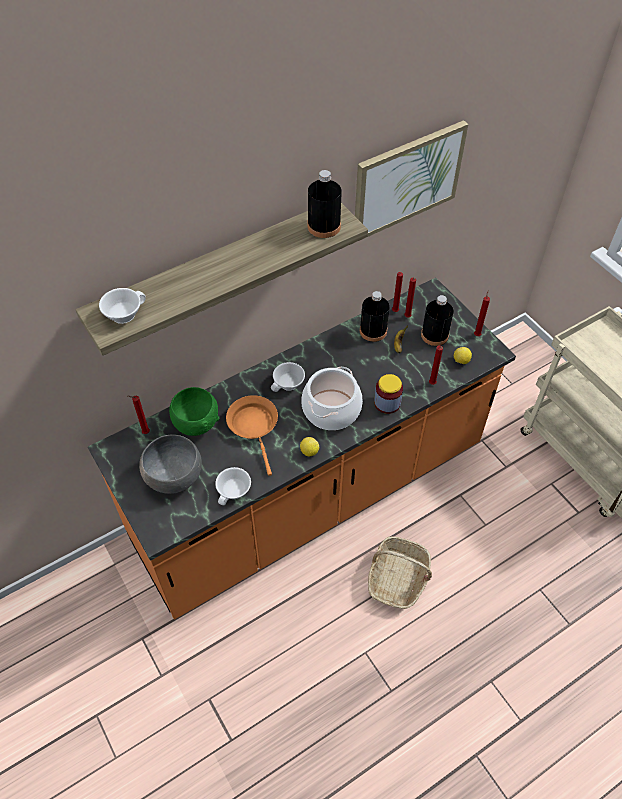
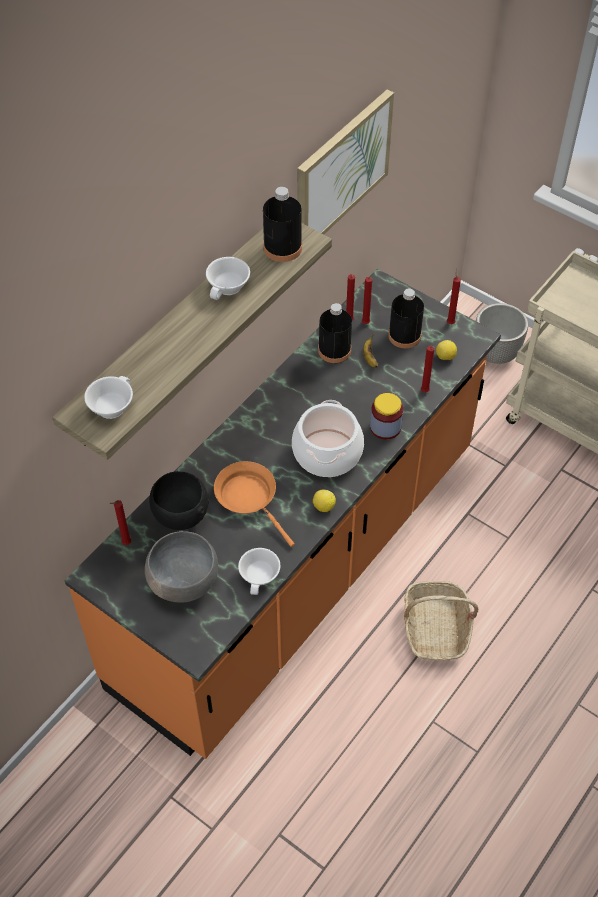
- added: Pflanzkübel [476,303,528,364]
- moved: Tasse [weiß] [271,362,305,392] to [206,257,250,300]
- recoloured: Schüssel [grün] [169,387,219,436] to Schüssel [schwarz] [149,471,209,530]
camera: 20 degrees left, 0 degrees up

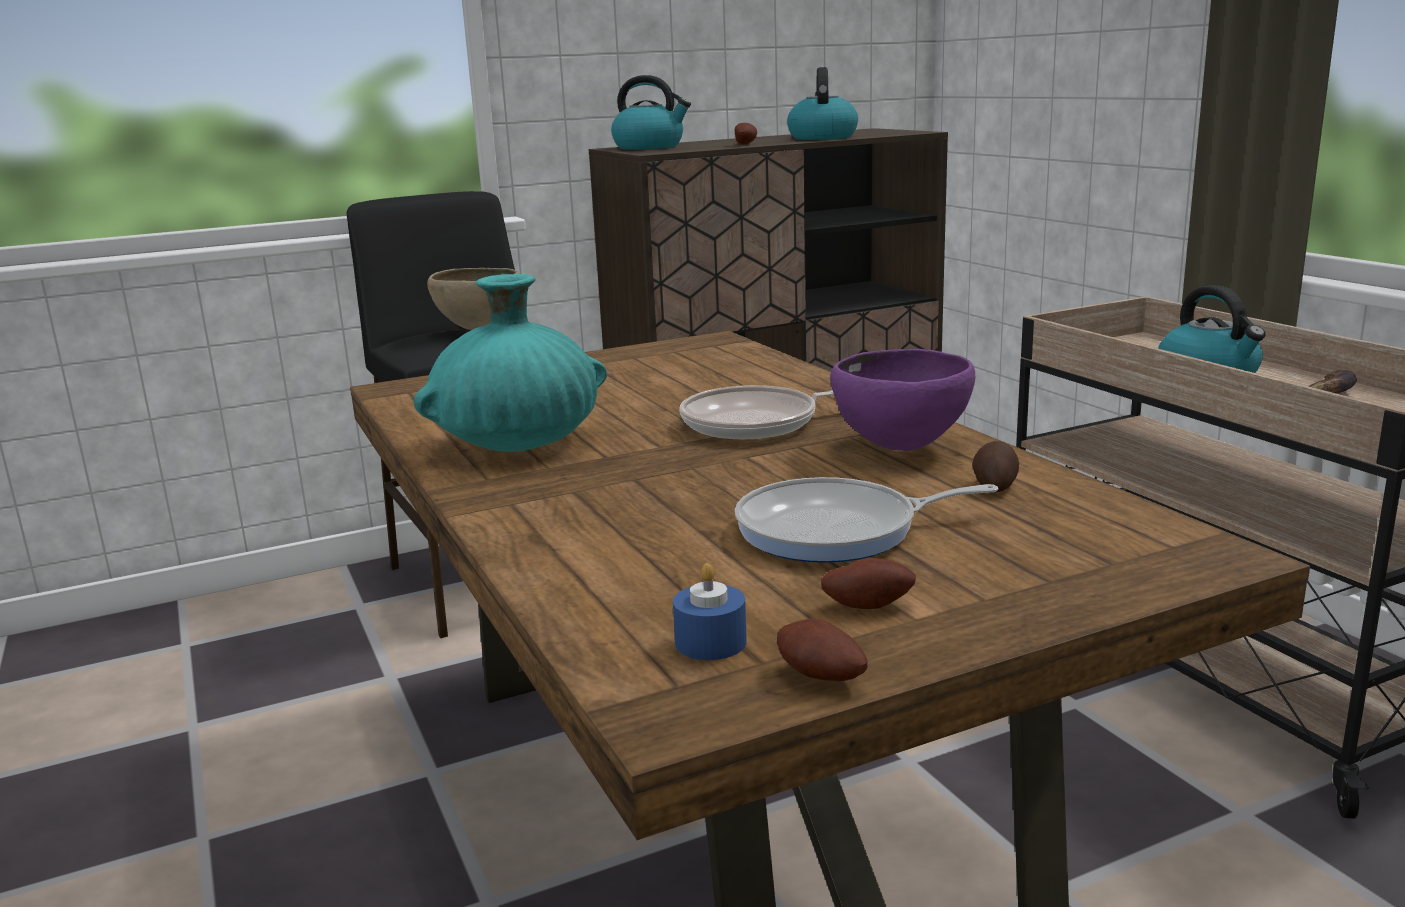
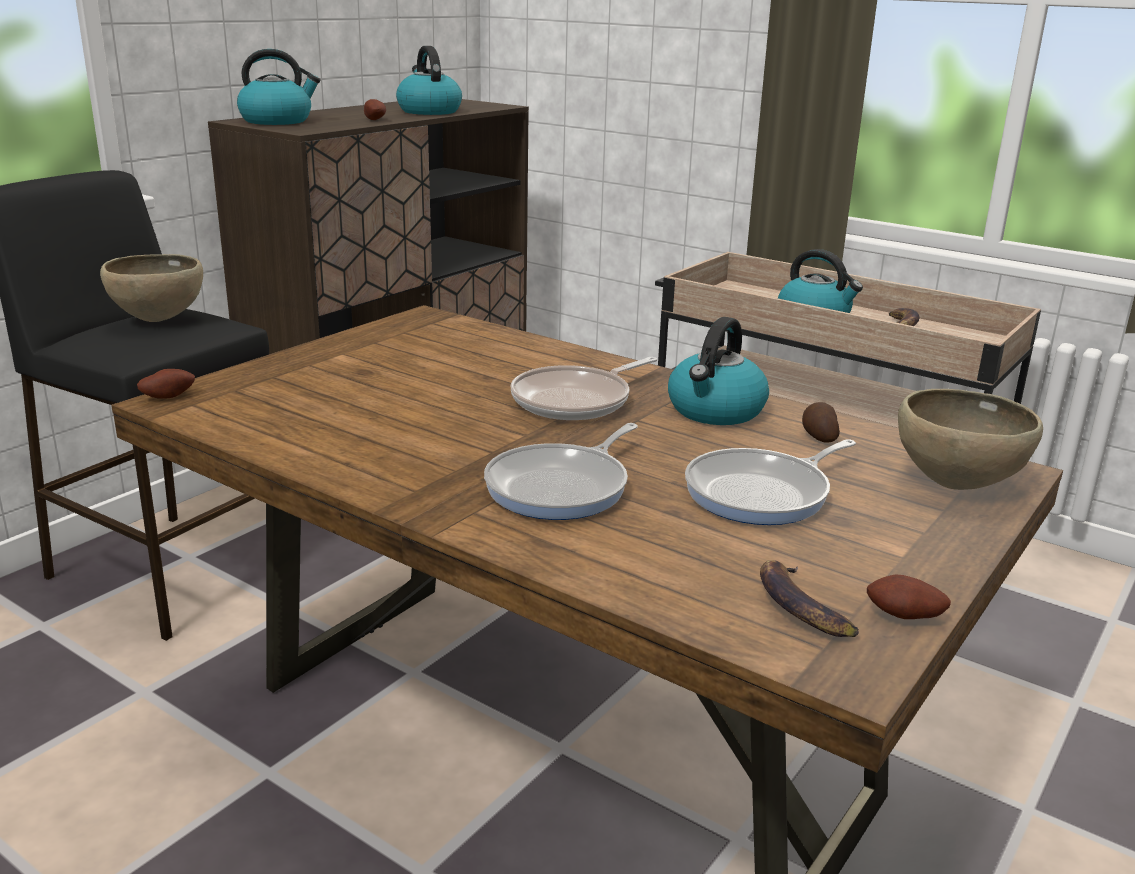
- removed: Vase [türkis] [414,274,607,452]
- added: Pfanne [484,423,638,520]
- added: Schüssel [braun] [898,389,1043,490]
- moved: Kartoffel [821,558,916,609] to [137,369,195,399]
- replaced: Kerze [blau] [673,563,747,660] to Banane [760,560,859,637]
- replaced: Schüssel [lila] [830,349,975,451] to Wasserkessel [668,317,769,425]
camera: 30 degrees left, 5 degrees up

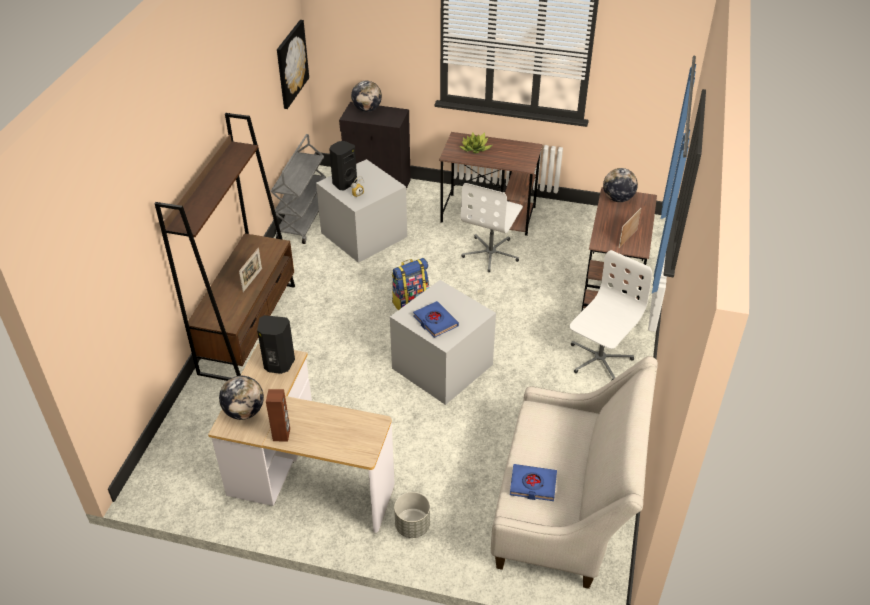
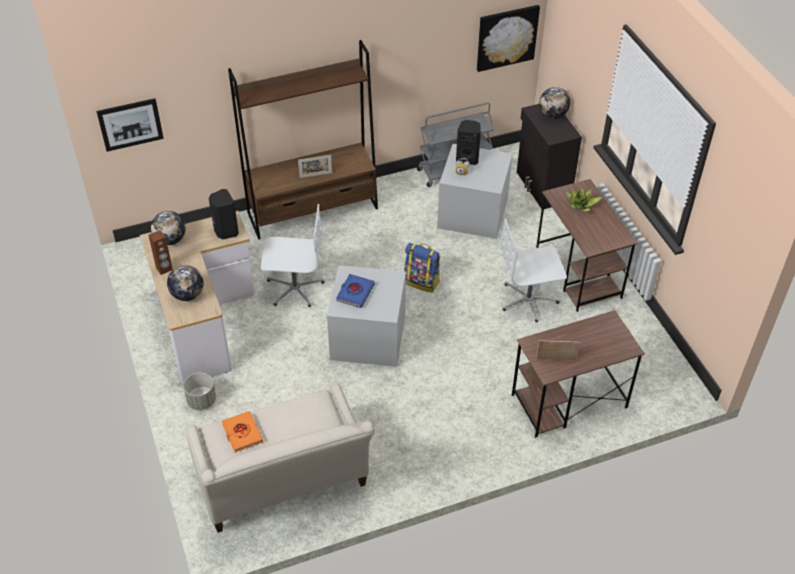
- added: Bild [96,98,164,152]
- moved: Bürostuhl [weiß] [570,250,652,380] to [261,204,325,307]
- moved: Globus [603,168,638,202] to [167,265,204,301]
- recoloured: Buch [blau] [510,464,557,501] to Buch [orange] [222,411,263,453]
camera: 55 degrees right, 5 degrees up

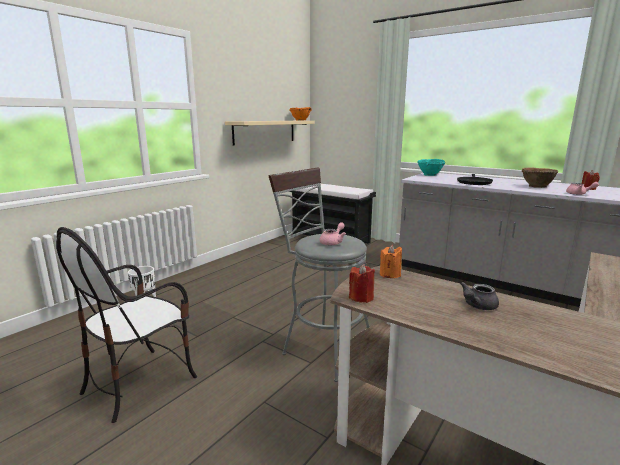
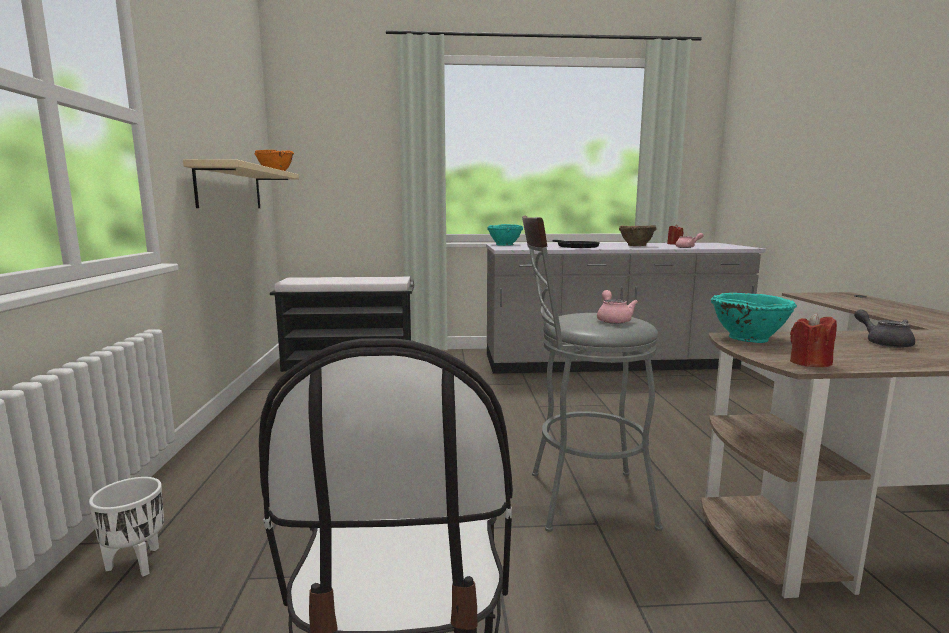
- replaced: Kerze [orange] [380,245,402,278] to Schüssel [türkis] [711,293,797,343]
- turned: Teekanne [grau] [460,282,499,310] = [854,309,915,348] 150 degrees clockwise
camera: 40 degrees left, 5 degrees down

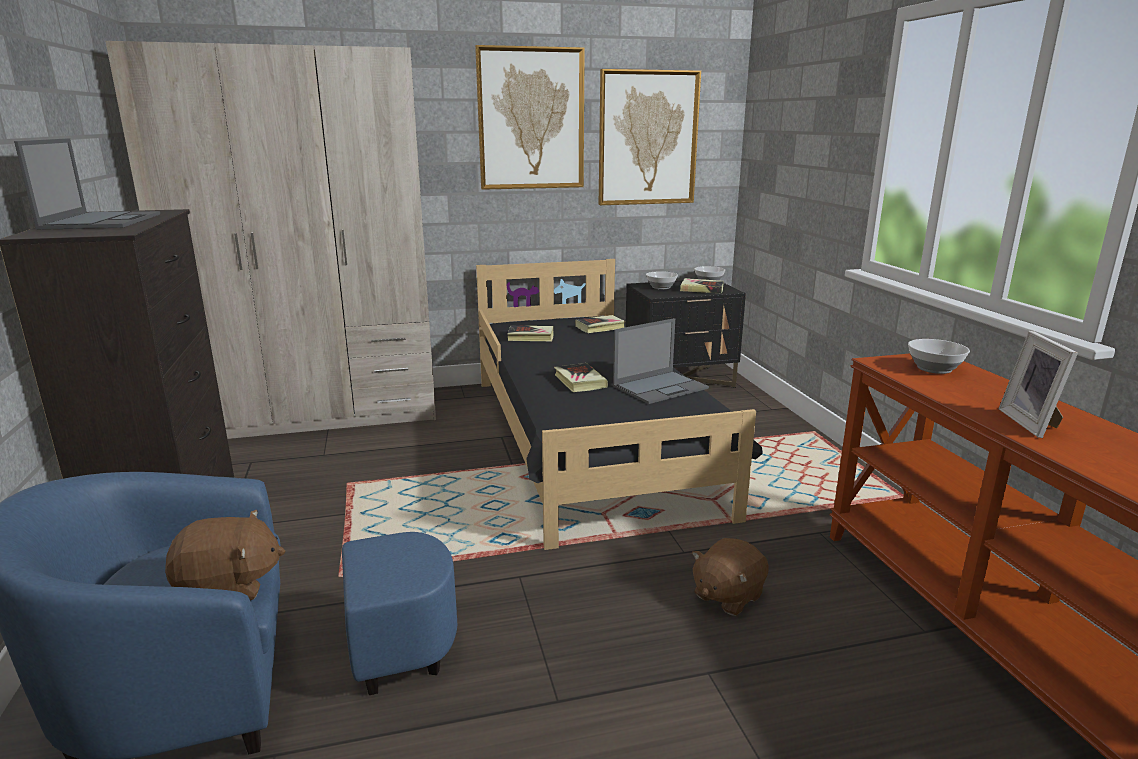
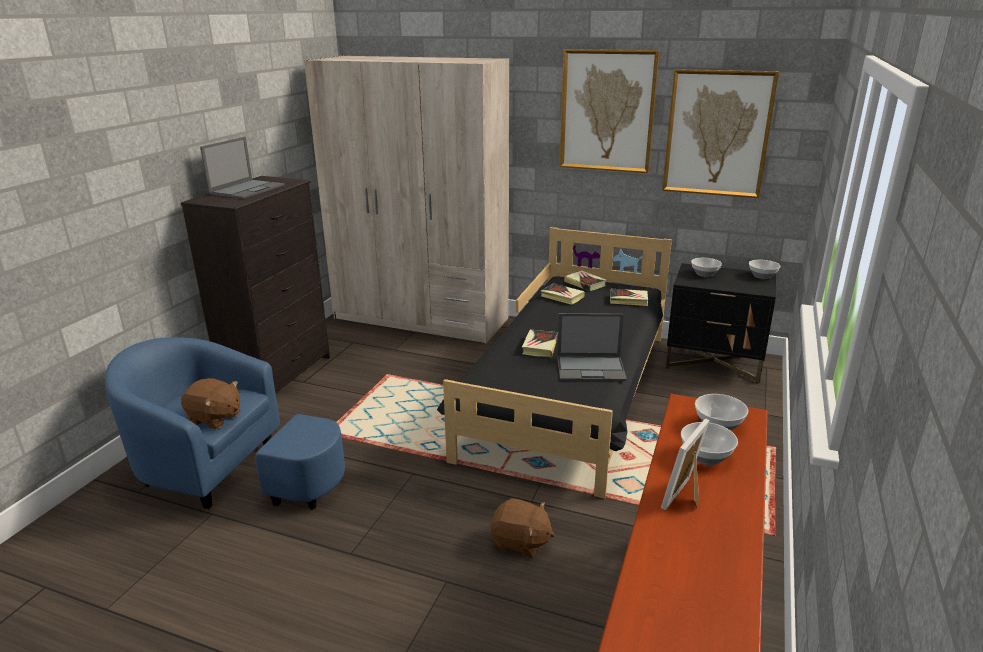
- added: Schüssel [681,422,738,465]
- moved: Buch [680,278,724,293] to [564,270,606,291]
- turned: Plüschtier [braun] [692,538,769,616] = [491,498,555,558] 150 degrees counterclockwise
camera: 35 degrees right, 5 degrees up

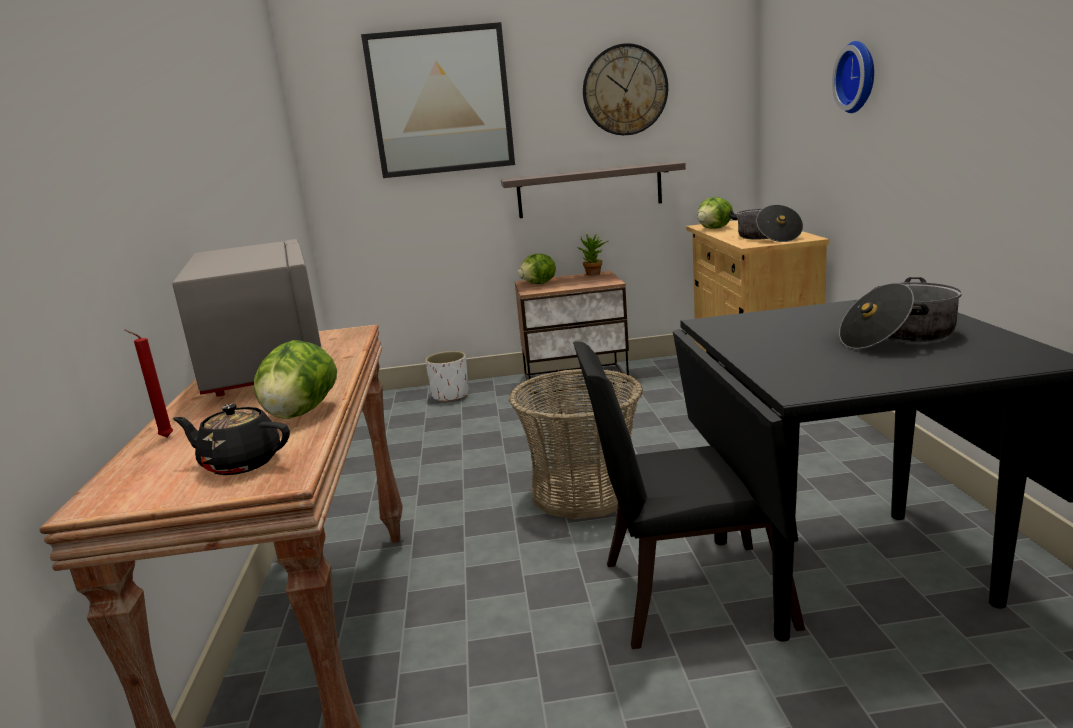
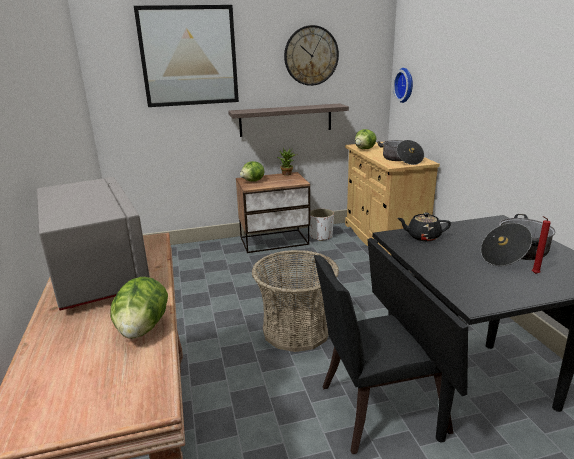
- moved: Kerze [rot] [124,329,173,437] to [532,216,551,274]
- moved: Teekanne [schwarz] [173,404,290,475] to [397,212,451,241]
- moved: Pflanzkübel [weiß] [425,351,469,403] to [309,209,334,241]
- moved: Wanduhr [832,41,874,113] to [393,68,413,103]
camera: 10 degrees left, 5 degrees up

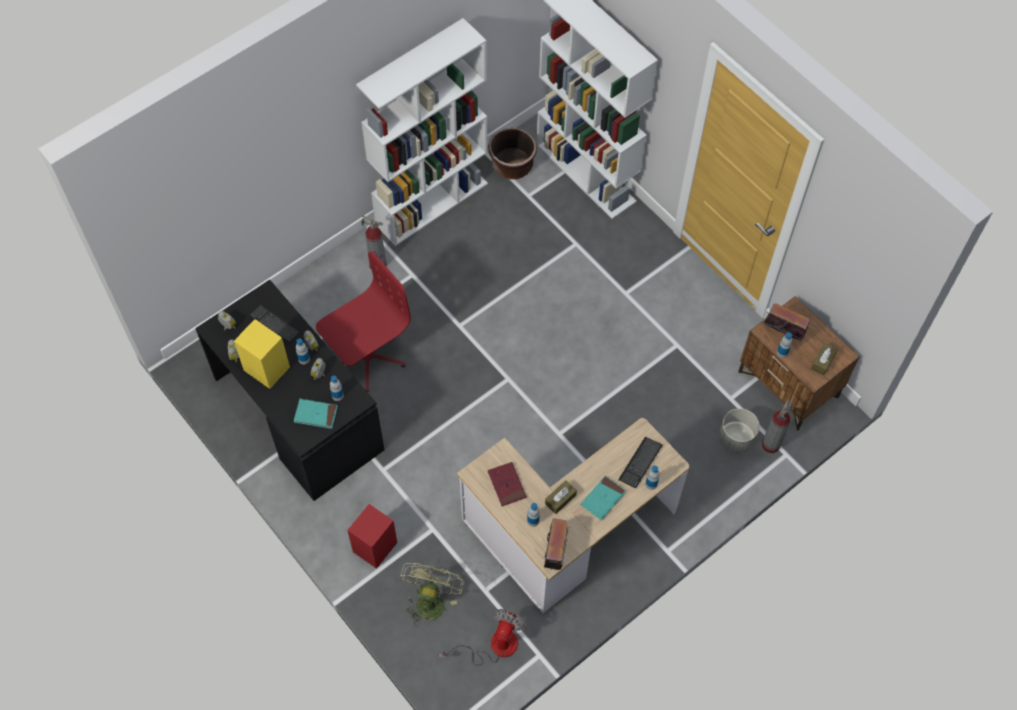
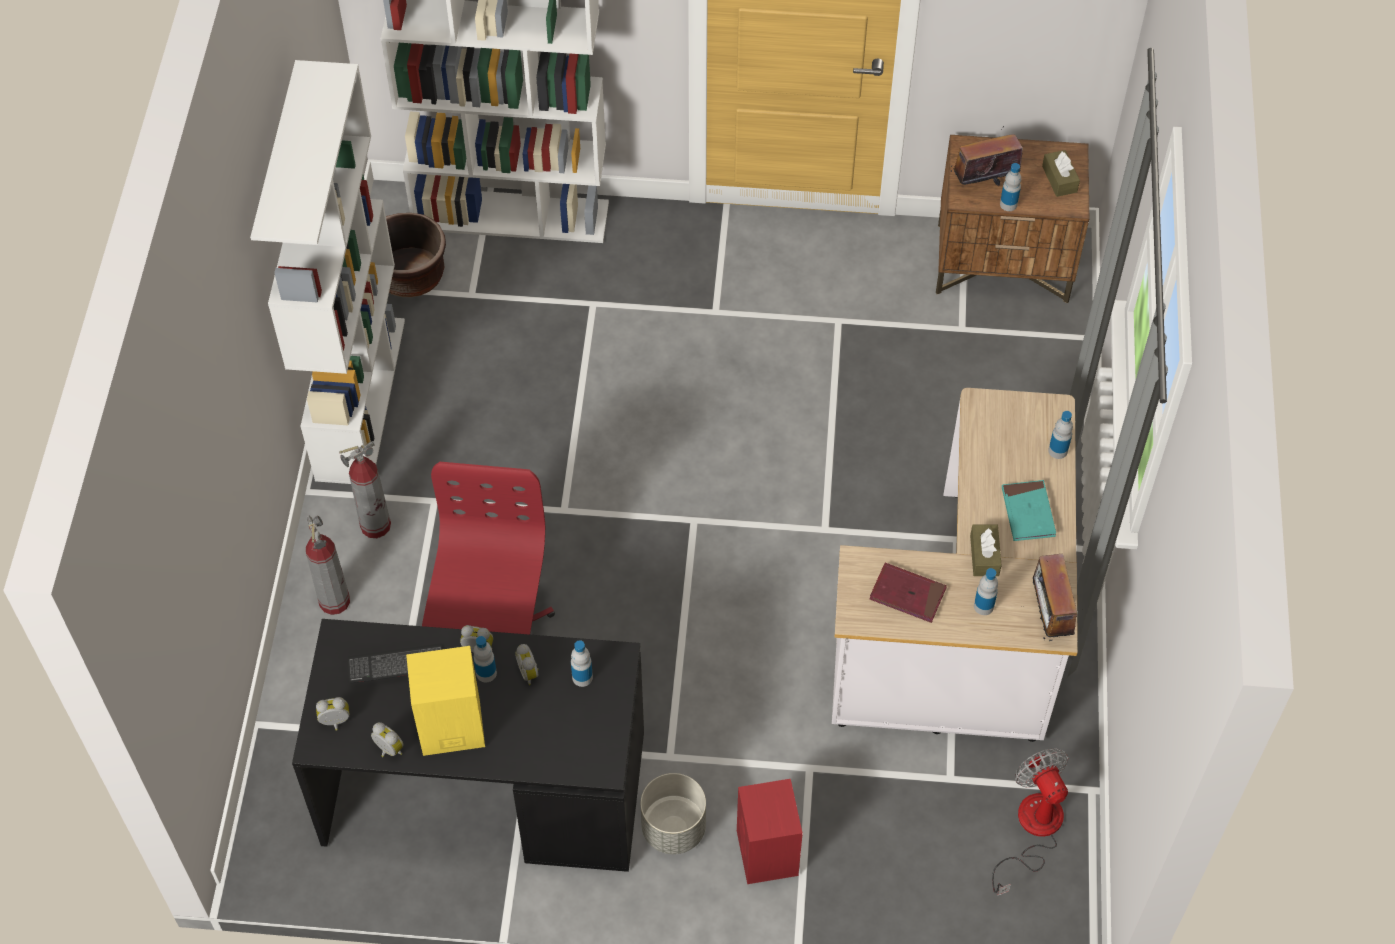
- removed: Buch [türkis] [294,399,338,429]
- removed: Ventilator [grün] [400,563,464,626]
- removed: Tastatur [618,437,662,488]
- moved: Pflanzkübel [grau] [719,408,760,454] to [641,773,706,854]
- moved: Feuerlöscher [762,399,793,453] to [306,515,350,615]
- turned: Radio [544,518,576,570] = [1033,554,1084,641] 150 degrees counterclockwise
camera: 45 degrees left, 5 degrees down

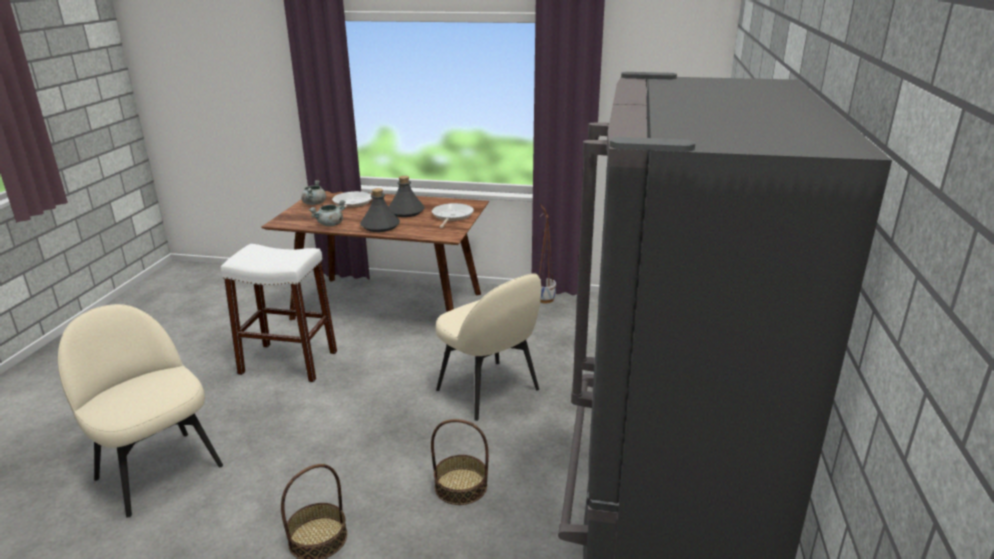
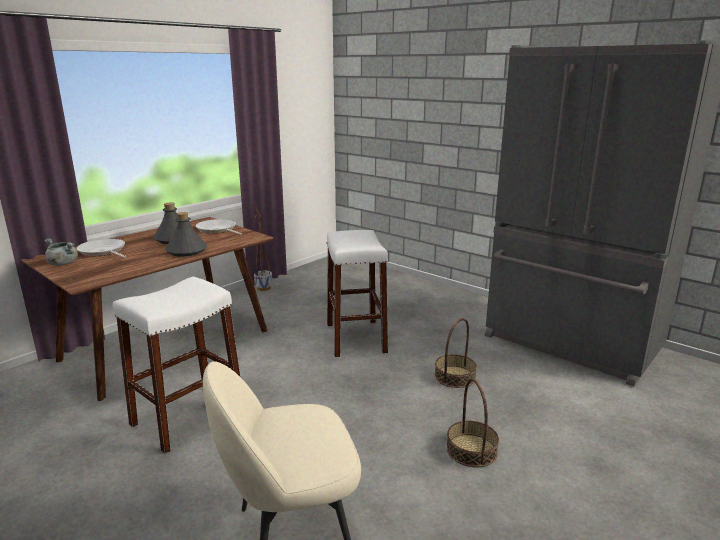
- removed: Kochtopf [grau] [309,200,346,226]
- replaced: Stuhl [beige] [436,273,541,421] to Hocker [weiß] [326,230,388,357]
camera: 60 degrees left, 5 degrees down

